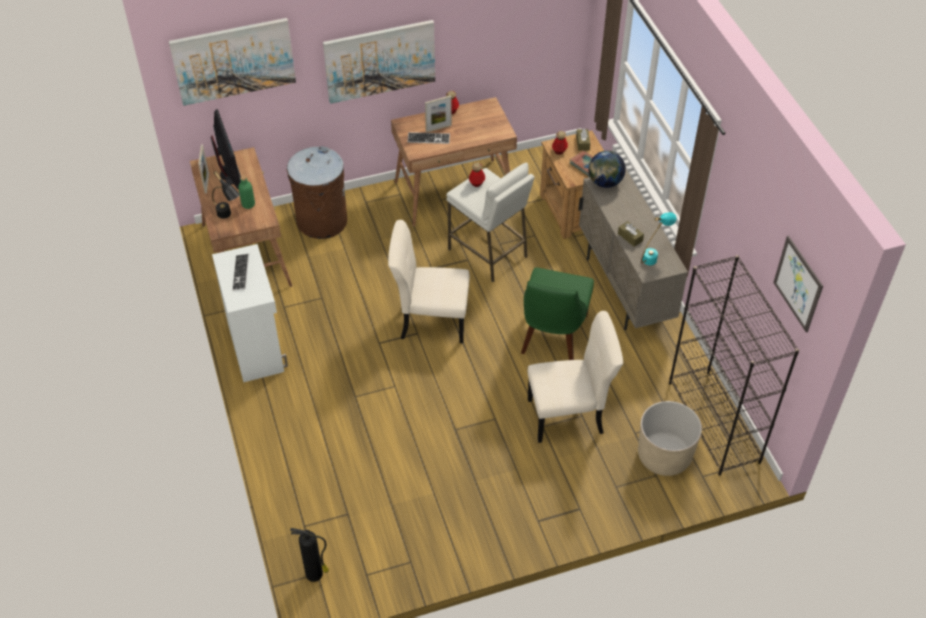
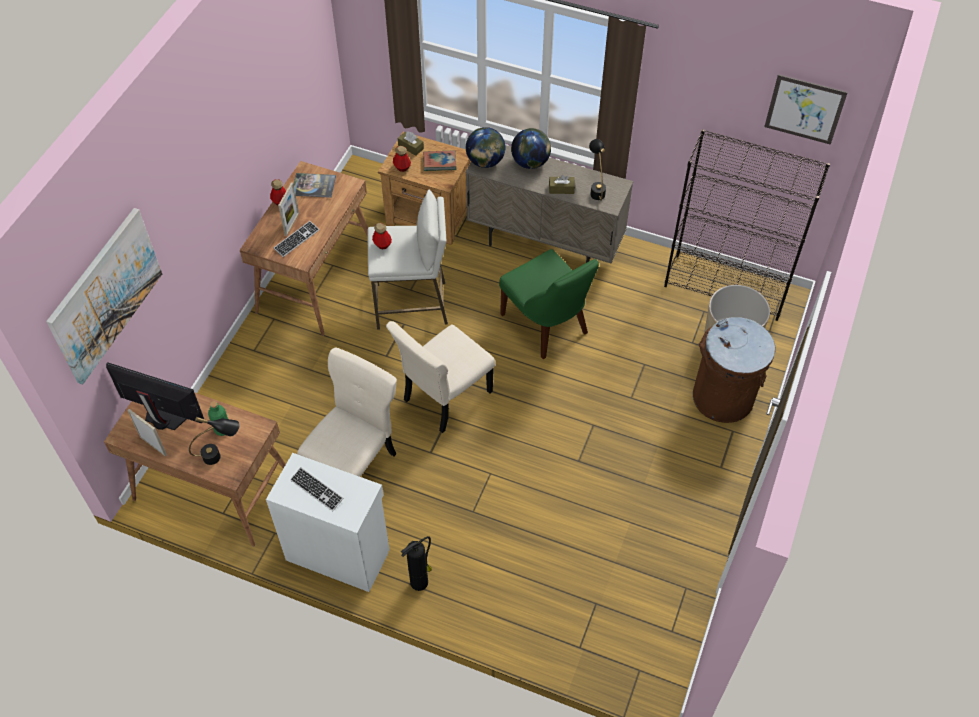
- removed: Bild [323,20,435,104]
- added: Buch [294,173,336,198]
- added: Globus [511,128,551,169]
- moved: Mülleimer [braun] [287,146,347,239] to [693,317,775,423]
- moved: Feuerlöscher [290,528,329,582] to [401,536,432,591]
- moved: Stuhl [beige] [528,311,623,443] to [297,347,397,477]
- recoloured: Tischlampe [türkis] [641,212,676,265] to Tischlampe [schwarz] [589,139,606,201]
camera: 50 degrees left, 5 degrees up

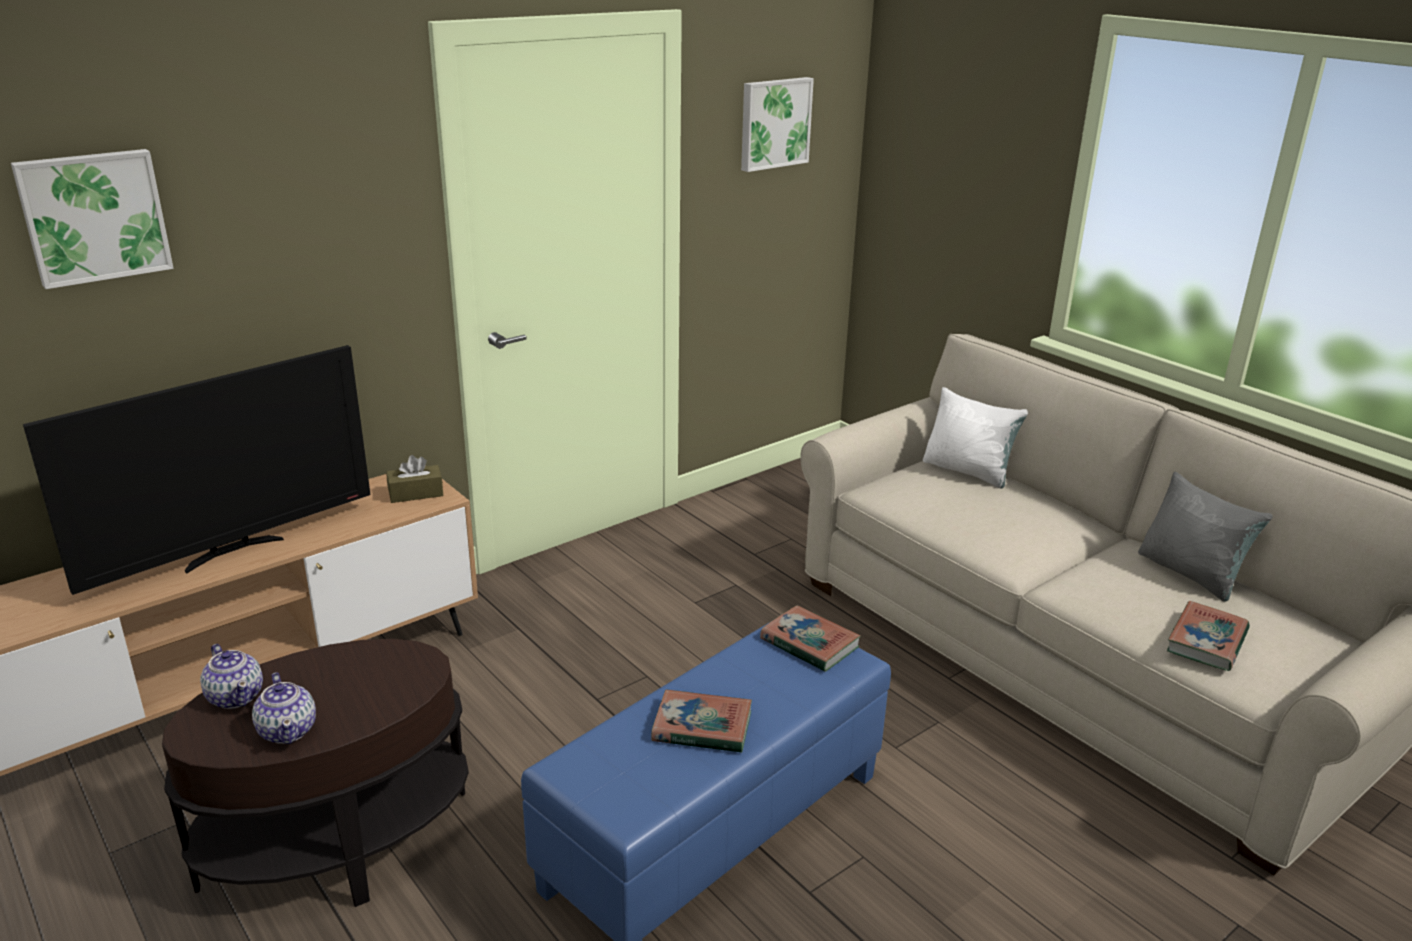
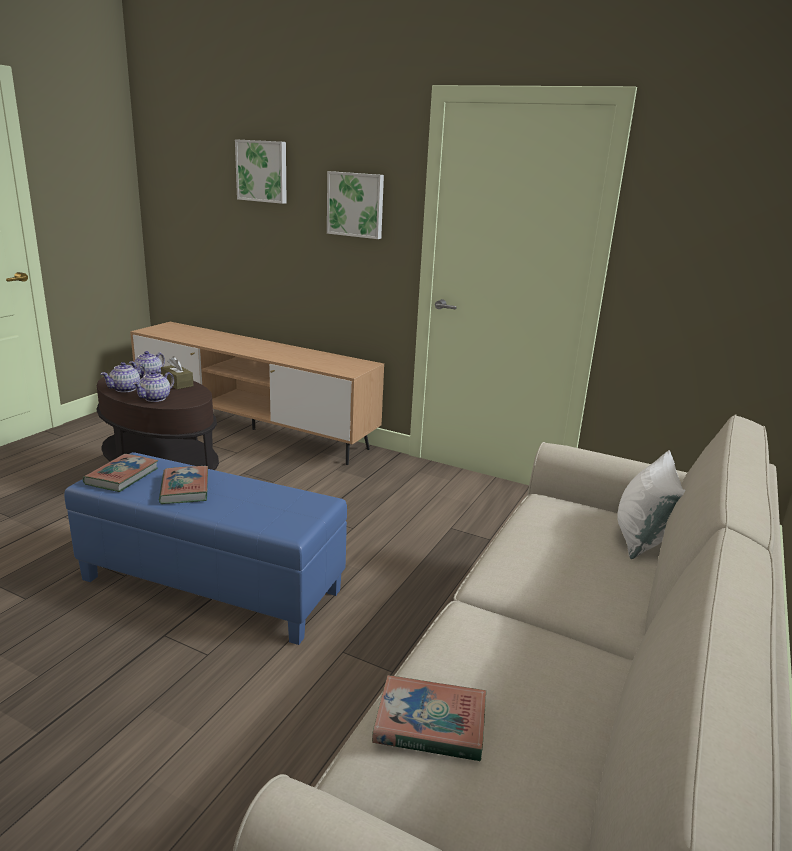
- removed: Fernseher [23,345,370,595]
- removed: Kissen [grau] [1138,472,1273,602]
- added: Teekanne [133,371,174,402]
- moved: Taschentuchbox [braun] [386,455,443,503] to [161,356,194,389]
- moved: Bild [741,77,814,172] to [327,171,384,239]
- moved: Buch [760,605,861,672] to [83,454,158,492]
camera: 65 degrees right, 5 degrees down

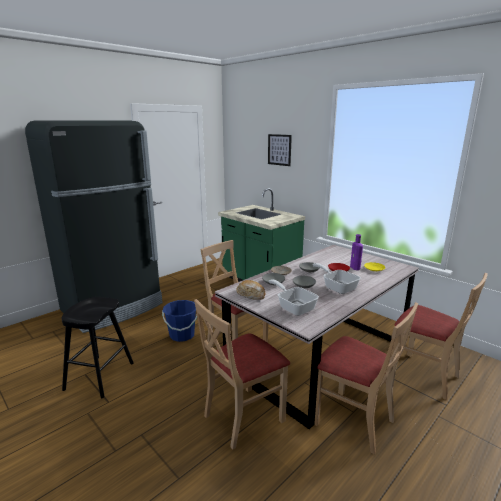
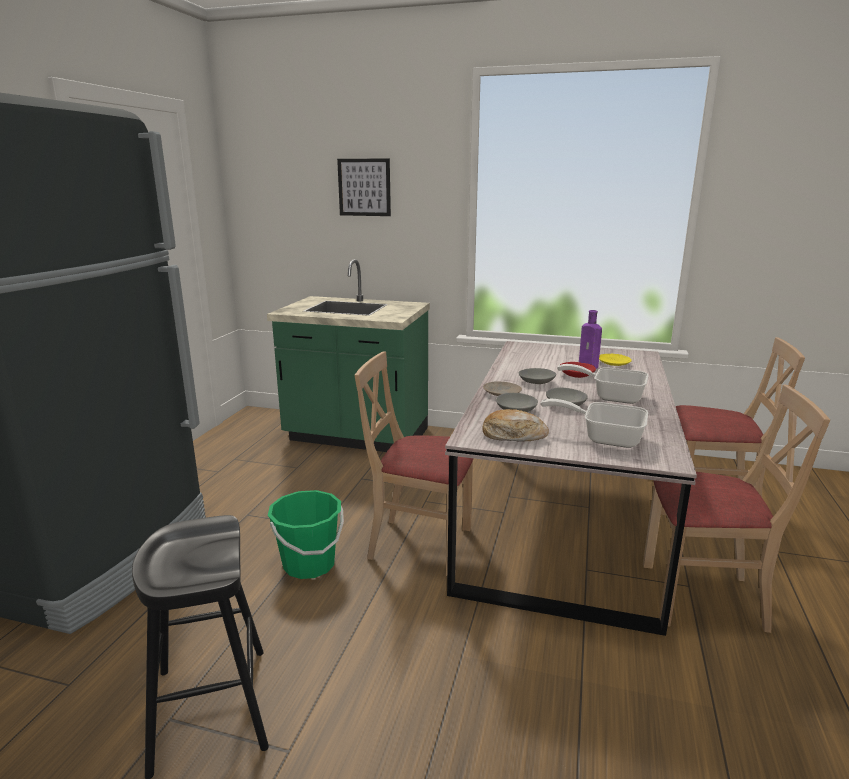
- removed: Stuhl [beige] [194,299,290,450]
- recoloured: Eimer [blau] [162,300,197,342] to Eimer [grün] [268,490,344,579]
camera: 30 degrees left, 0 degrees up

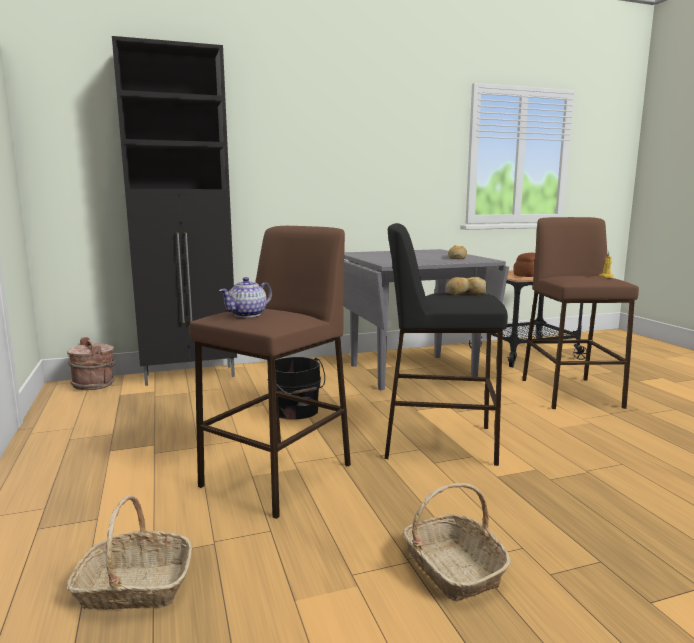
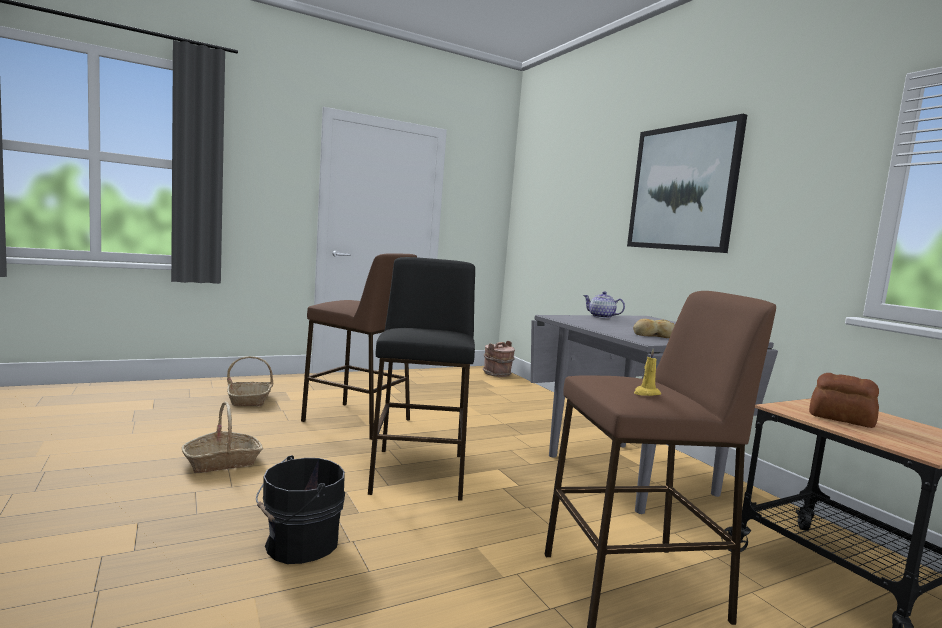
- removed: Schrank [schwarz] [112,36,237,386]
- removed: Brot [446,277,487,295]
- added: Bild [627,114,747,253]
- moved: Teekanne [219,277,272,317] to [583,291,625,318]
- moved: Eimer [schwarz] [275,357,325,420] to [256,455,345,564]
camera: 80 degrees right, 5 degrees down

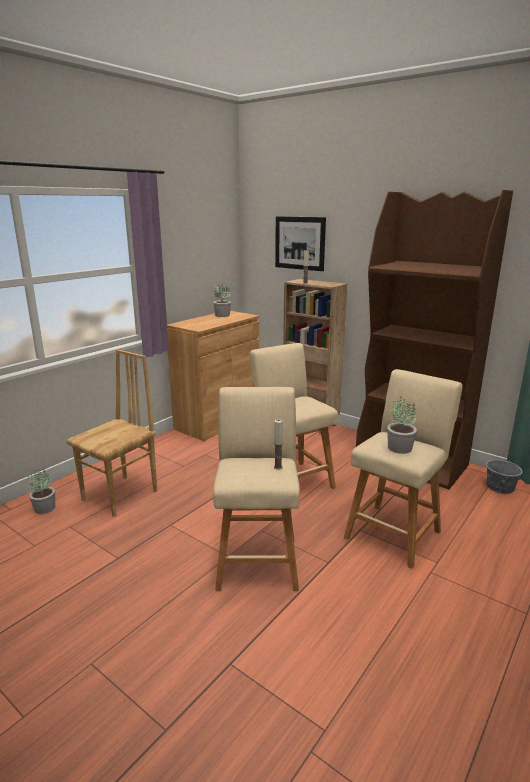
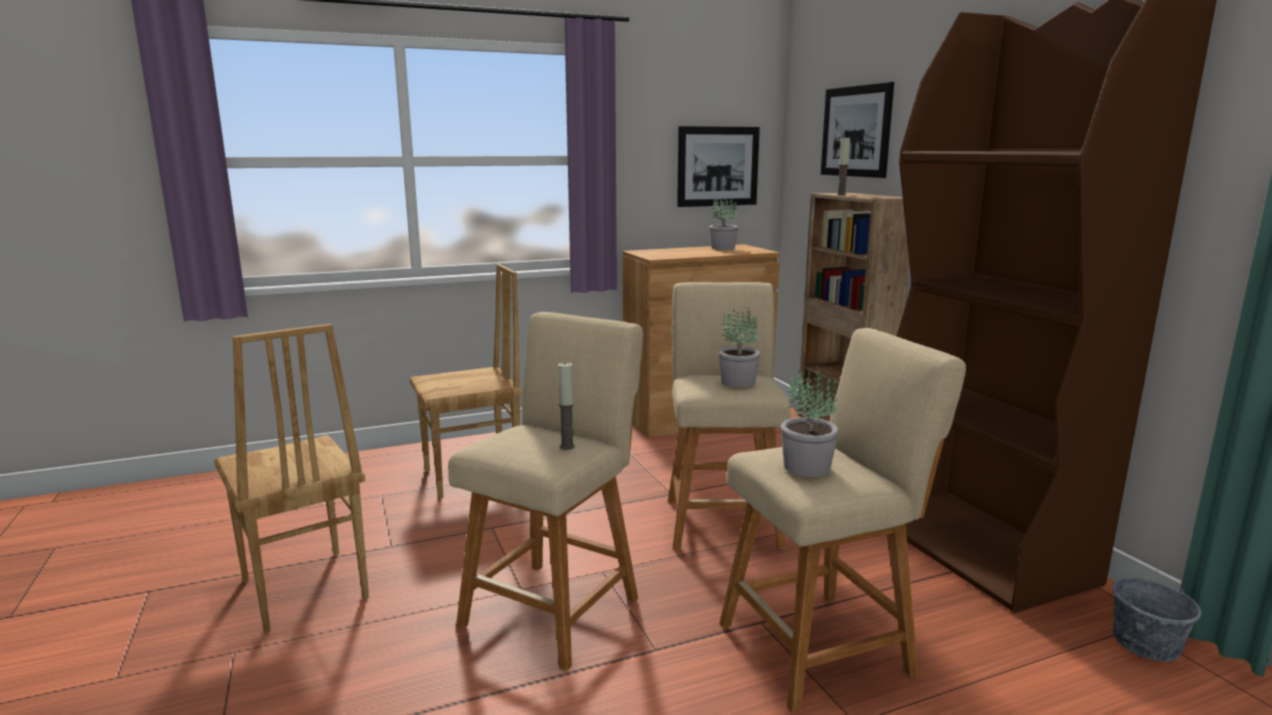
- added: Stuhl [braun] [214,324,369,633]
- added: Bild [677,126,760,207]
- moved: Topfpflanze [28,467,55,514] to [719,307,760,387]
camera: 30 degrees right, 5 degrees down

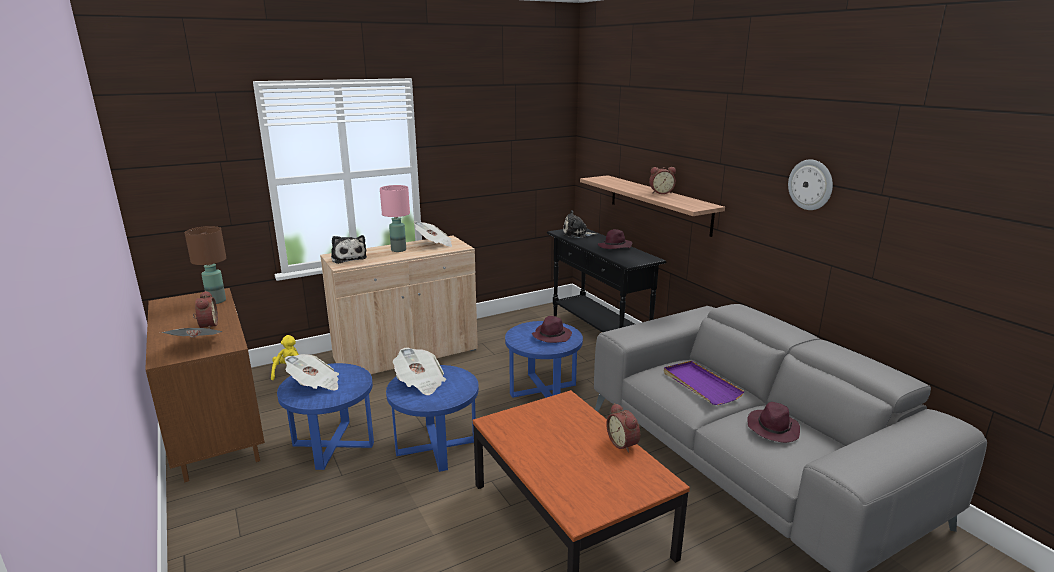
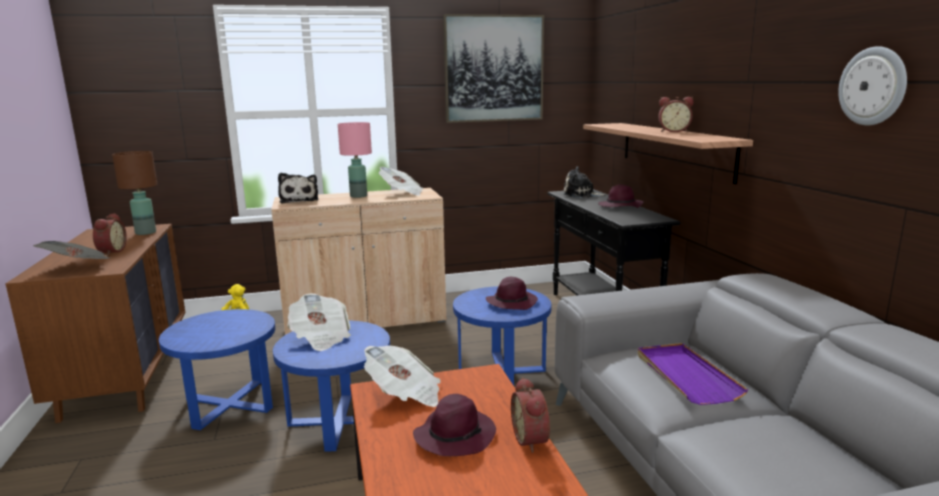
- added: Bild [443,14,544,123]
- moved: Zeitung [285,354,339,390] to [364,345,441,407]
- moved: Hut [lila] [747,402,800,443] to [413,394,496,456]
camera: 15 degrees right, 5 degrees down

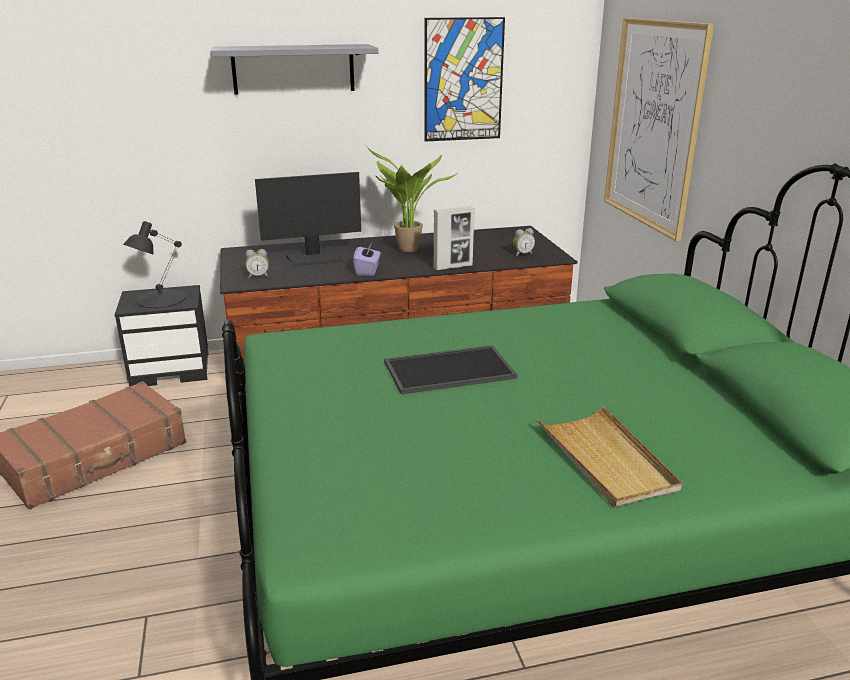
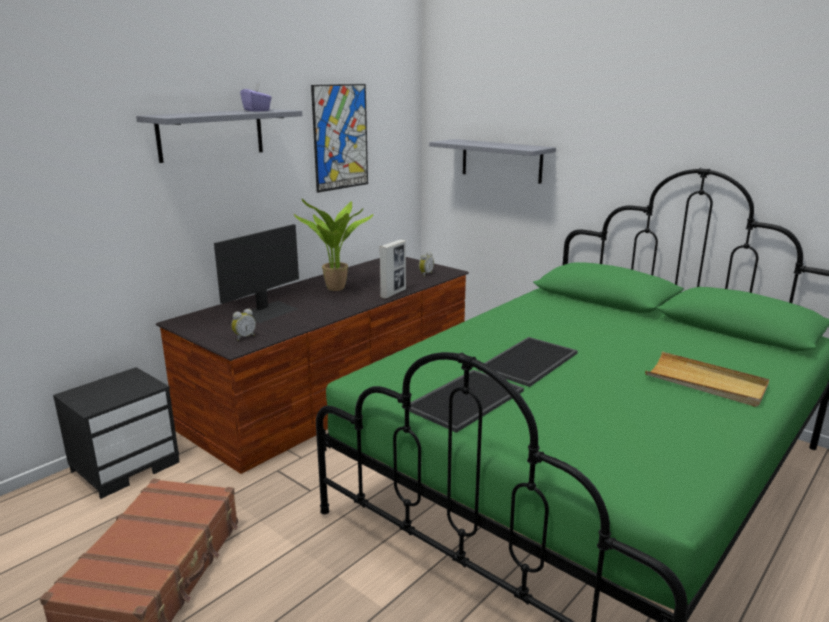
- removed: Tischlampe [schwarz] [124,221,186,308]
- added: Tablett [409,370,524,433]
- moved: Taschentuchbox [lila] [353,243,380,276] to [240,83,272,112]
- replaced: Bild [604,18,714,241] to Wandregal [grau] [429,139,556,184]
camera: 35 degrees left, 5 degrees down

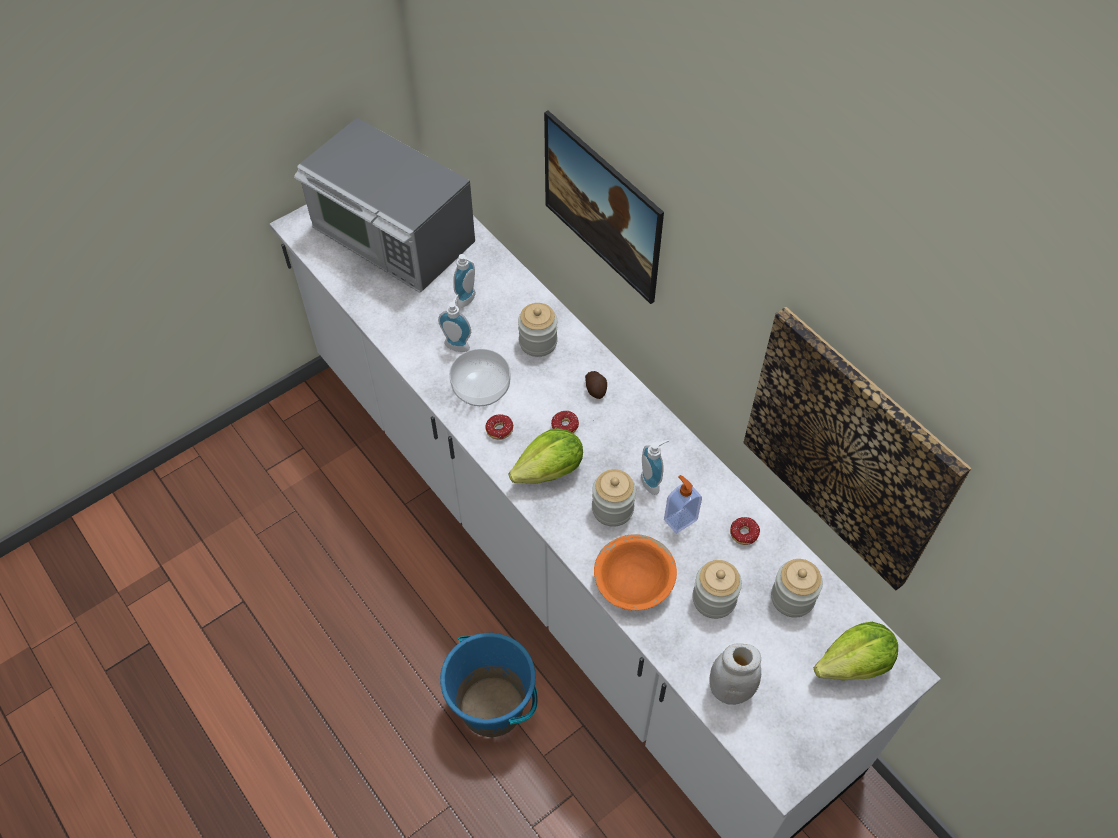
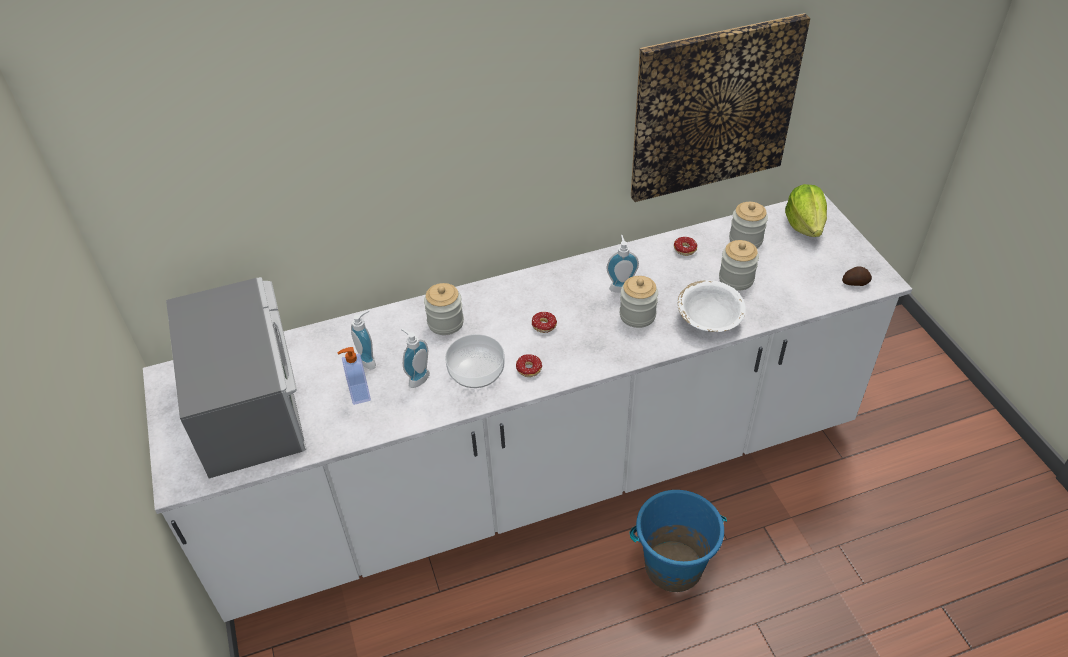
- removed: Salatkopf [509,428,583,484]
- removed: Bild [544,111,664,304]
- removed: Vorratsglas [weiß] [709,643,761,705]
- moved: Kartoffel [585,371,607,399] to [842,266,872,286]
- moved: Seifenspender [664,475,702,534] to [338,347,371,405]
- recoloured: Schüssel [orange] [594,534,677,611] to Schüssel [weiß] [677,280,746,332]
- turned: Mikrowelle [294,118,475,292] = [166,277,306,478] 75 degrees counterclockwise
camera: 70 degrees left, 10 degrees down

